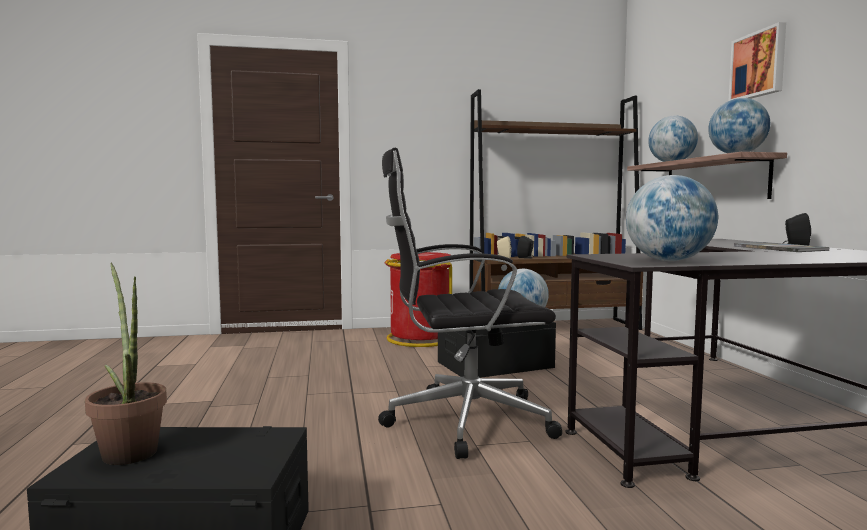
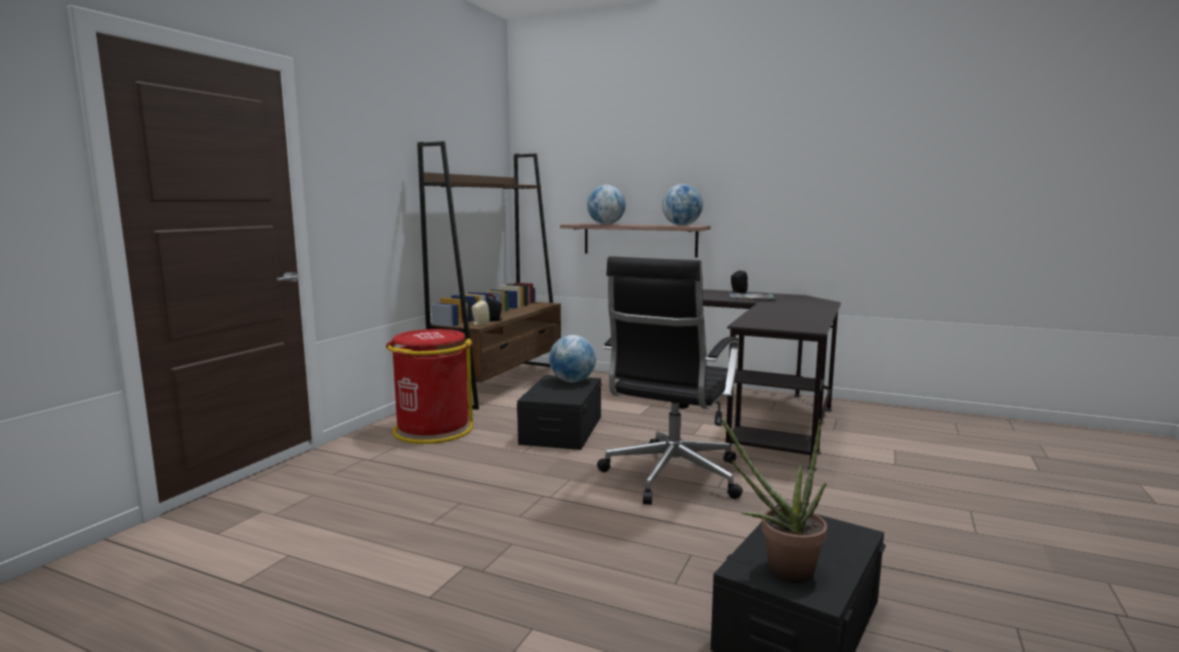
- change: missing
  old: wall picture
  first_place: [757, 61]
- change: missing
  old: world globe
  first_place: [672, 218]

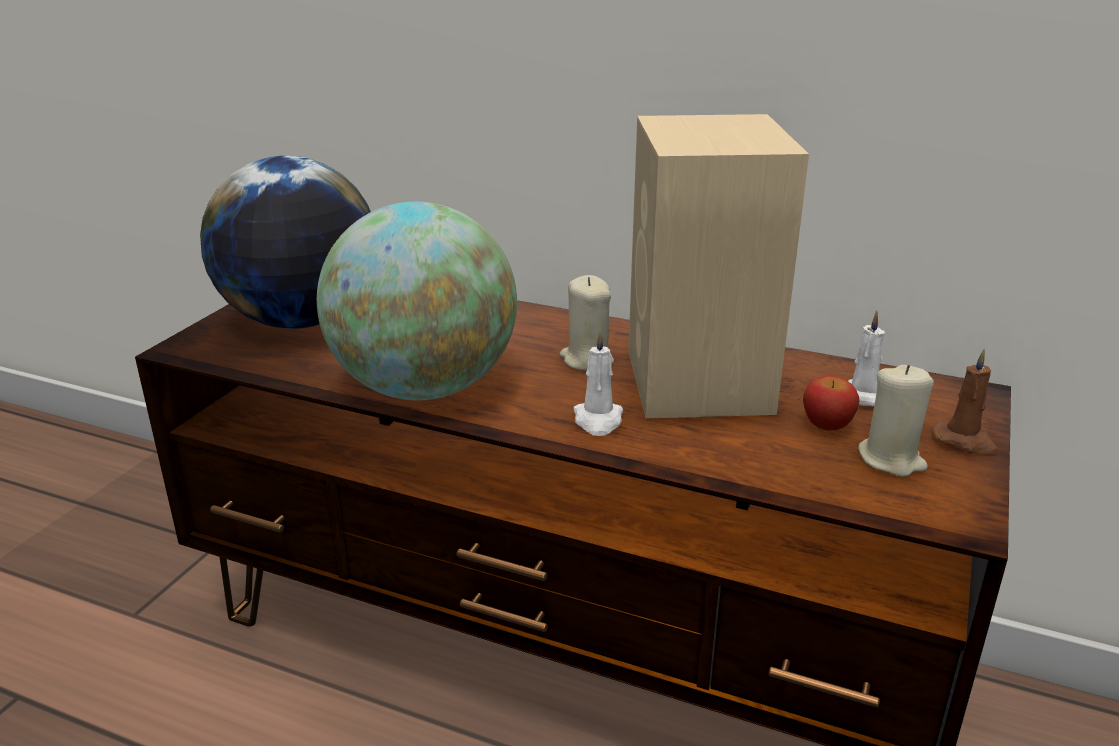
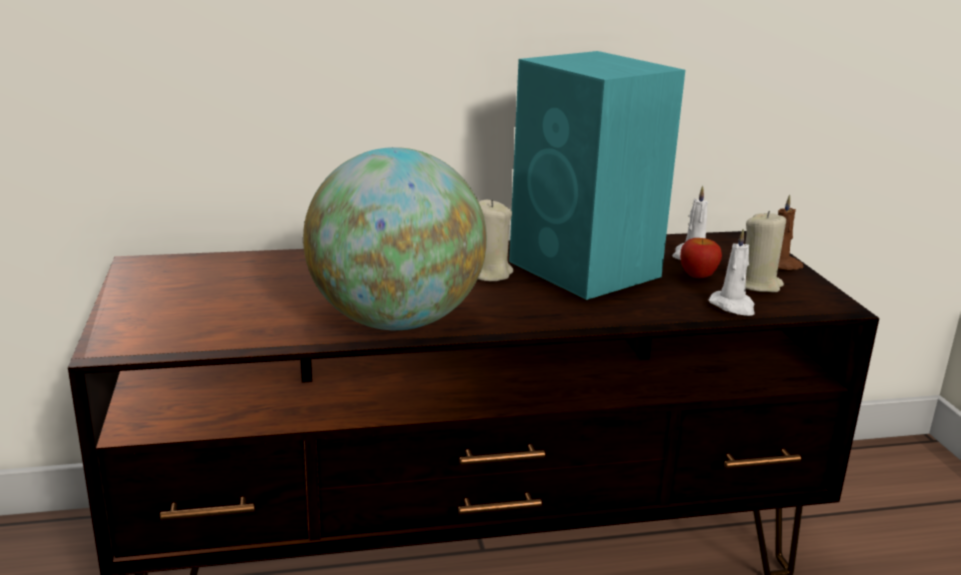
- change: colour
  old: speaker (beige-coloured)
  new: speaker (turquoise-coloured)
  first_place: [718, 266]
  second_place: [597, 175]
- change: missing
  old: world globe
  first_place: [285, 242]
- change: relocated
  old: wax light (white-coloured)
  first_place: [598, 383]
  second_place: [732, 272]

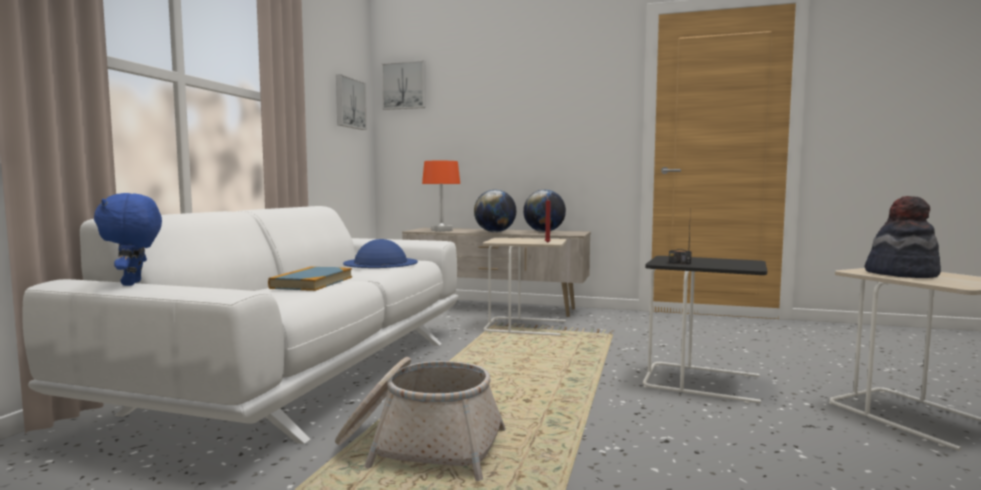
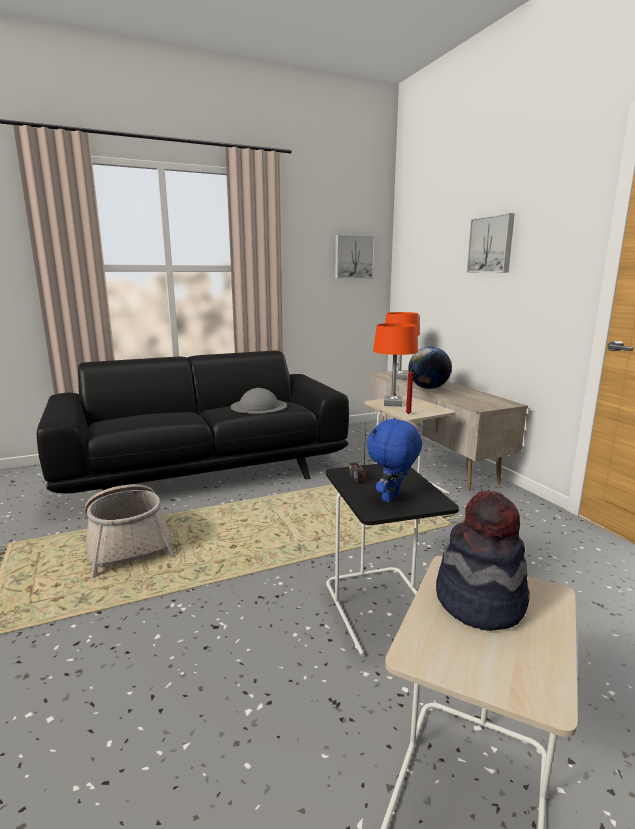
- change: relocated
  old: wall picture
  first_place: [404, 85]
  second_place: [490, 243]
- change: missing
  old: world globe
  first_place: [544, 211]
- change: relocated
  old: plush toy (blue-coloured)
  first_place: [128, 239]
  second_place: [394, 460]
- change: colour
  old: sofa (white-coloured)
  new: sofa (black)
  first_place: [240, 325]
  second_place: [193, 421]
- change: colour
  old: hat (blue-coloured)
  new: hat (gray)
  first_place: [380, 253]
  second_place: [259, 401]
- change: missing
  old: volume
  first_place: [310, 278]
- change: appeared
  new: lamp for a table (orange)
  second_place: [395, 365]

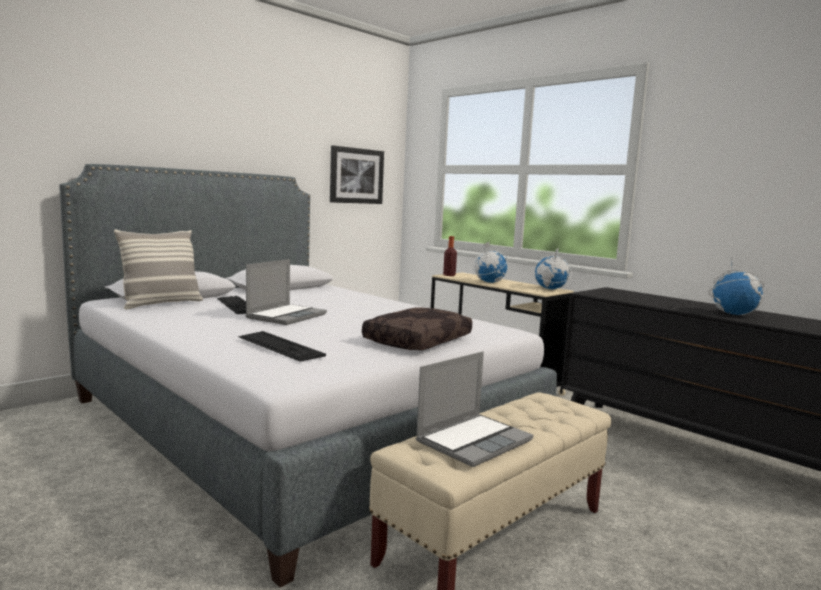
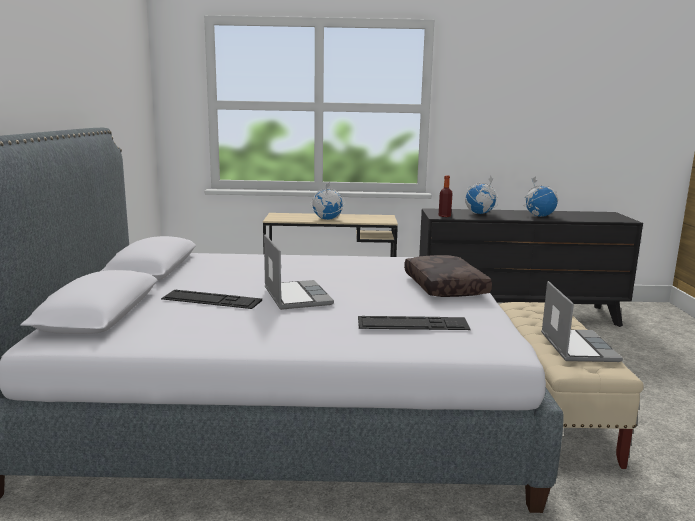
- change: missing
  old: wall picture
  first_place: [357, 174]
- change: missing
  old: throw pillow
  first_place: [158, 269]
- change: relocated
  old: beverage bottle
  first_place: [450, 256]
  second_place: [446, 196]
- change: relocated
  old: world globe
  first_place: [553, 268]
  second_place: [481, 194]

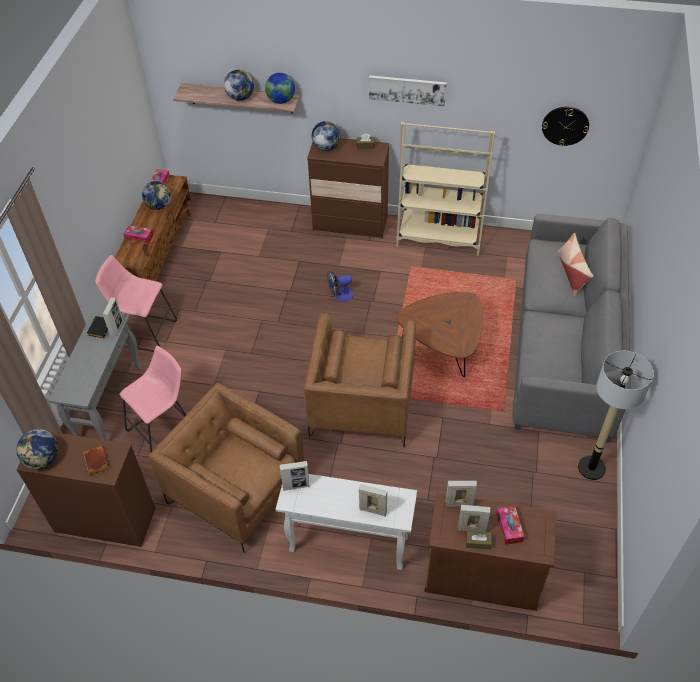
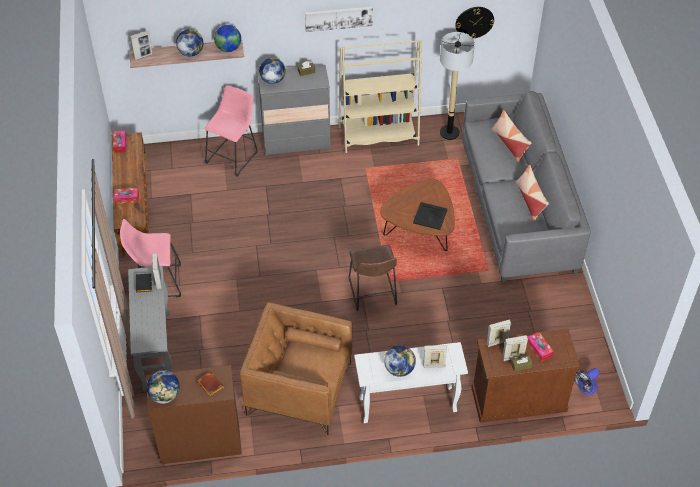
- change: colour
  old: dresser (brownish)
  new: dresser (gray)
  first_place: [348, 188]
  second_place: [294, 110]
- change: relocated
  old: world globe
  first_place: [156, 195]
  second_place: [400, 361]
- change: relocated
  old: fan
  first_place: [340, 286]
  second_place: [586, 381]
- change: exchanged
  old: armchair (brownish)
  new: sitting stool (brownish)
  first_place: [360, 380]
  second_place: [373, 278]
- change: relocated
  old: sitting stool (pinkish)
  first_place: [153, 399]
  second_place: [231, 131]
- change: relocated
  old: standard lamp
  first_place: [616, 415]
  second_place: [457, 86]
- change: relocated
  old: standing frame
  first_place: [294, 475]
  second_place: [141, 45]
- change: appeared
  new: throw pillow
  second_place: [532, 193]
- change: appeared
  new: serving tray (black)
  second_place: [430, 216]

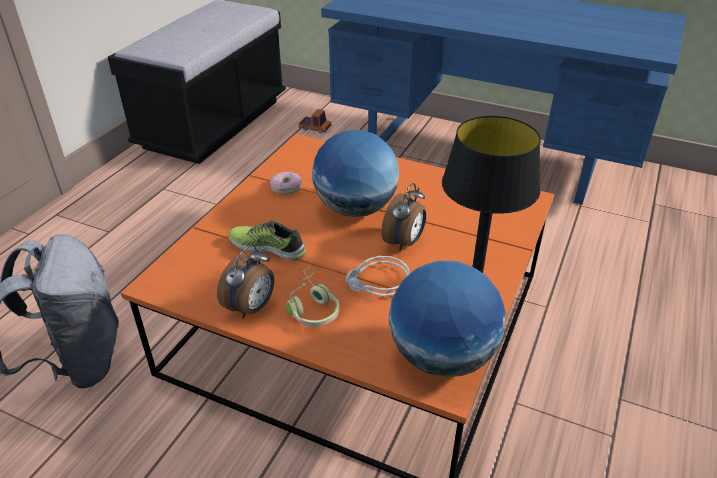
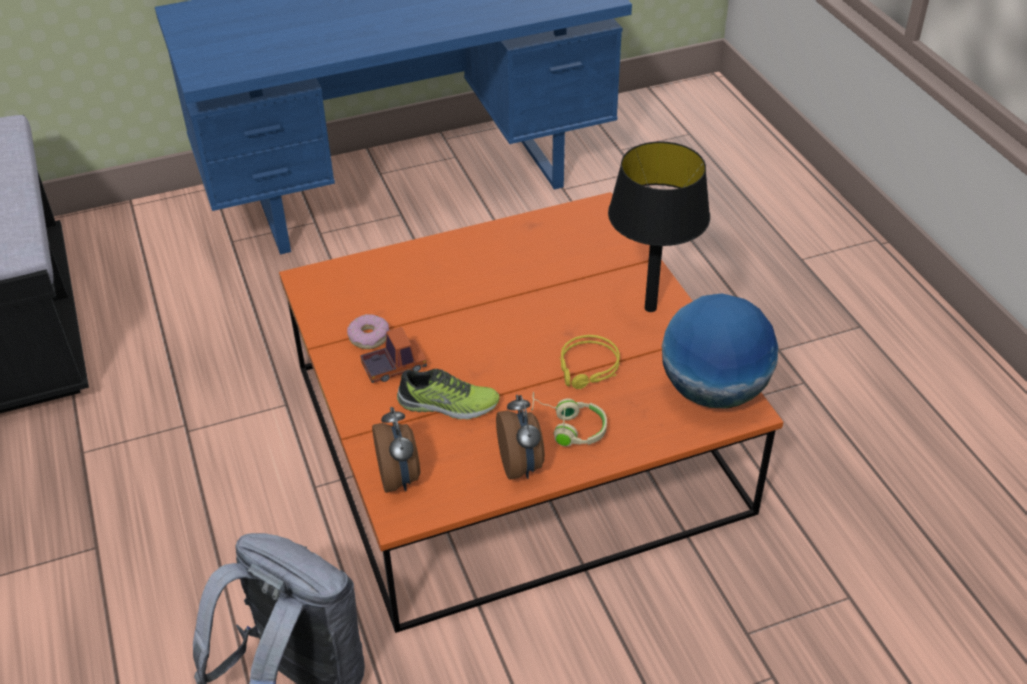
- change: relocated
  old: model truck
  first_place: [315, 121]
  second_place: [393, 355]
- change: missing
  old: world globe
  first_place: [355, 173]
- change: relocated
  old: bedside clock
  first_place: [403, 217]
  second_place: [396, 450]
- change: spun
  old: shoe
  first_place: [267, 240]
  second_place: [448, 394]
  degrees: -150
- change: colour
  old: headphones (gray)
  new: headphones (yellow-coloured)
  first_place: [378, 276]
  second_place: [589, 362]

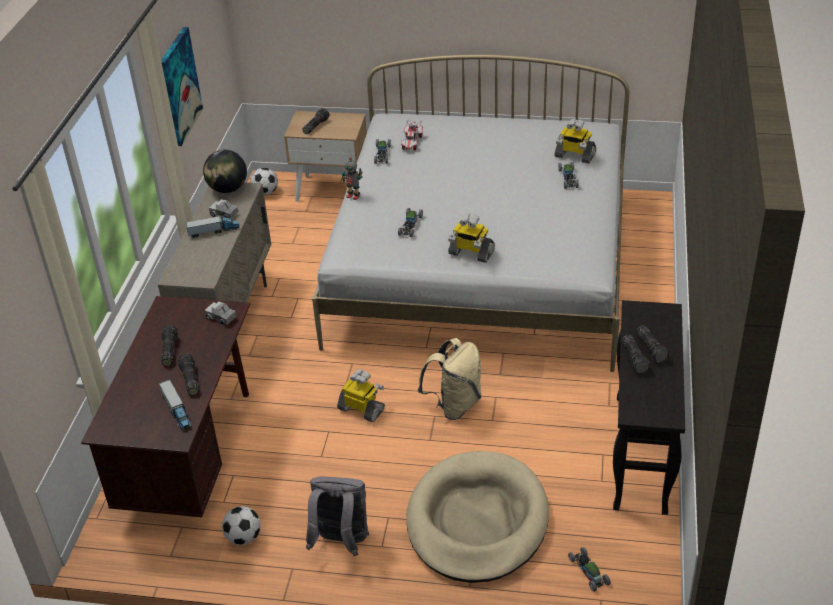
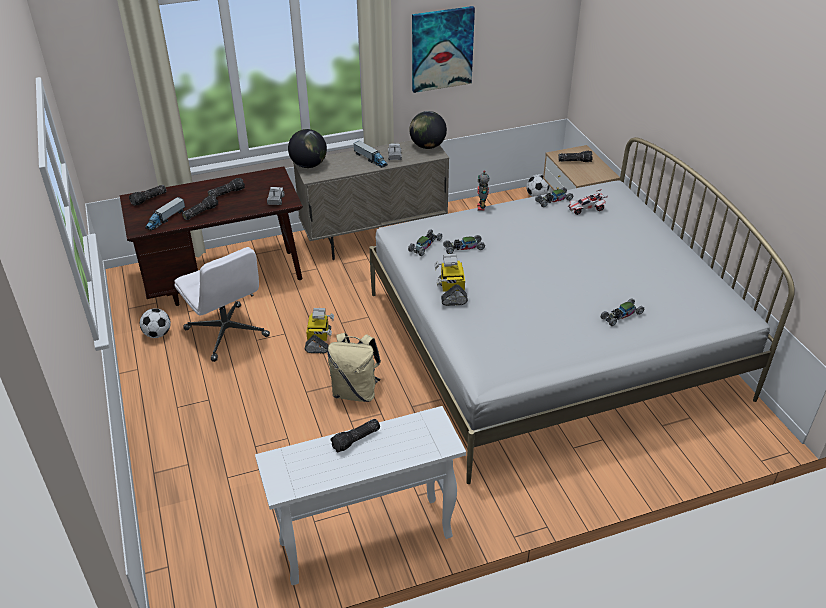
- change: missing
  old: toy robot
  first_place: [575, 141]
- change: colour
  old: hall table (black)
  new: hall table (white-coloured)
  first_place: [649, 407]
  second_place: [360, 495]
- change: relocated
  old: hand torch
  first_place: [653, 344]
  second_place: [147, 195]
- change: missing
  old: pet bed (beige-coloured)
  first_place: [477, 517]
- change: missing
  old: backpack (gray)
  first_place: [337, 516]
- change: relocated
  old: model car
  first_place: [589, 569]
  second_place: [425, 242]
- change: appeared
  new: world globe
  second_place: [307, 148]
- change: appeared
  new: desk chair (white-coloured)
  second_place: [222, 304]

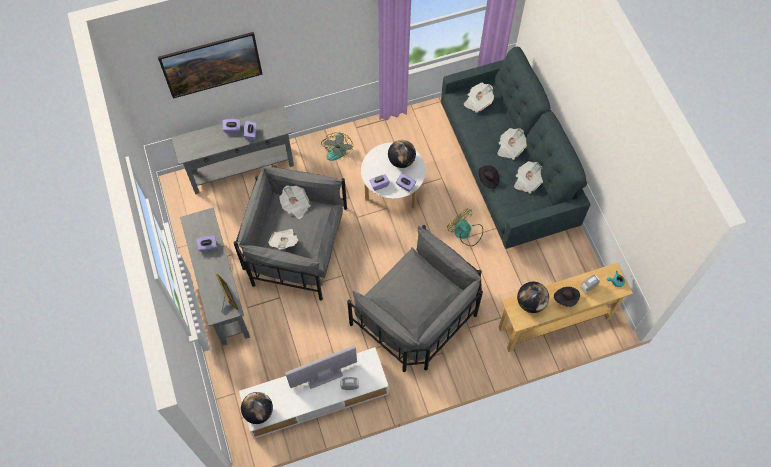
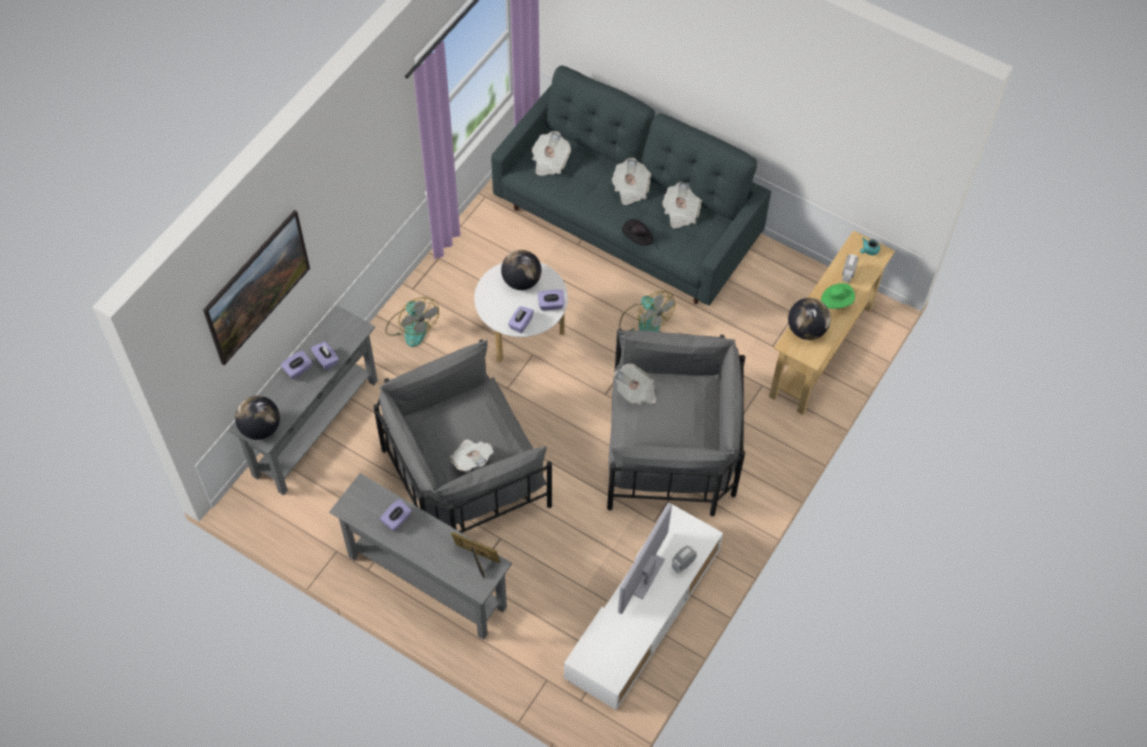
- change: relocated
  old: newspaper
  first_place: [295, 202]
  second_place: [635, 384]
- change: spun
  old: fan
  first_place: [465, 227]
  second_place: [647, 311]
  degrees: -135
- change: colour
  old: hat (black)
  new: hat (greenish)
  first_place: [567, 297]
  second_place: [838, 296]
- change: relocated
  old: world globe
  first_place: [257, 408]
  second_place: [257, 418]

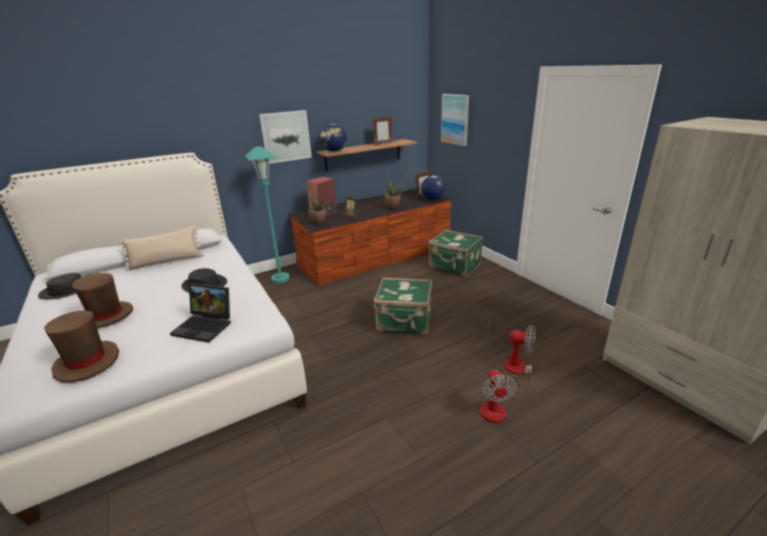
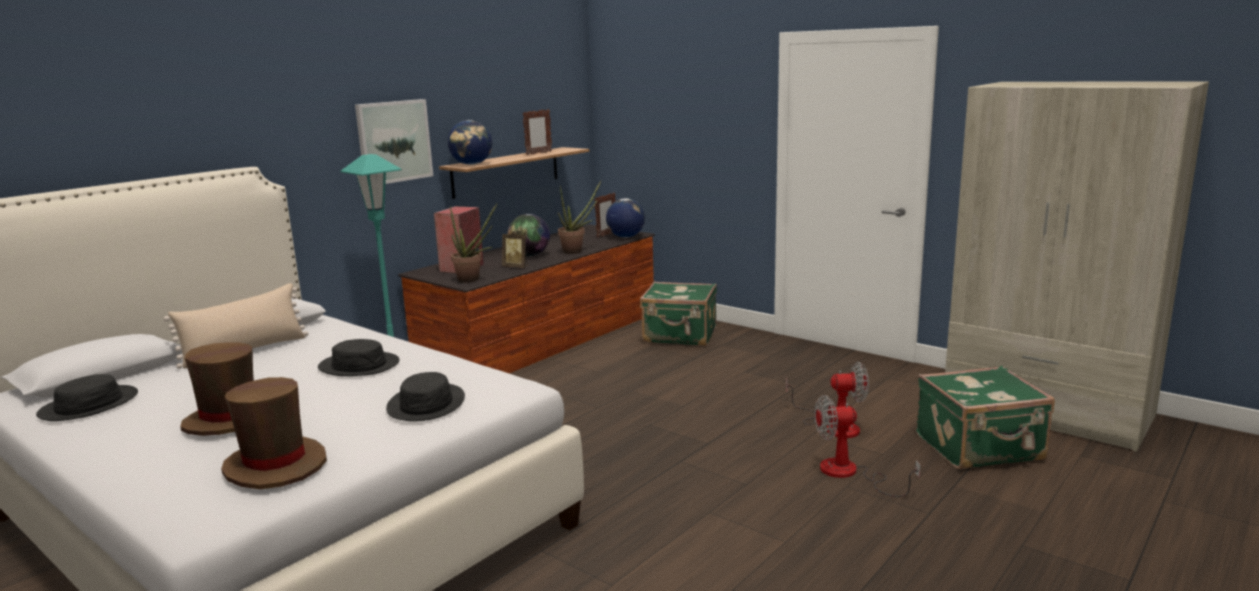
- change: missing
  old: wall picture
  first_place: [455, 120]
- change: relocated
  old: suitcase (greenish)
  first_place: [403, 306]
  second_place: [985, 417]
- change: exchanged
  old: laptop
  new: hat (black)
  first_place: [200, 313]
  second_place: [425, 396]
- change: spun
  old: fan
  first_place: [506, 394]
  second_place: [867, 446]
  degrees: 105
- change: appeared
  new: world globe
  second_place: [528, 235]

